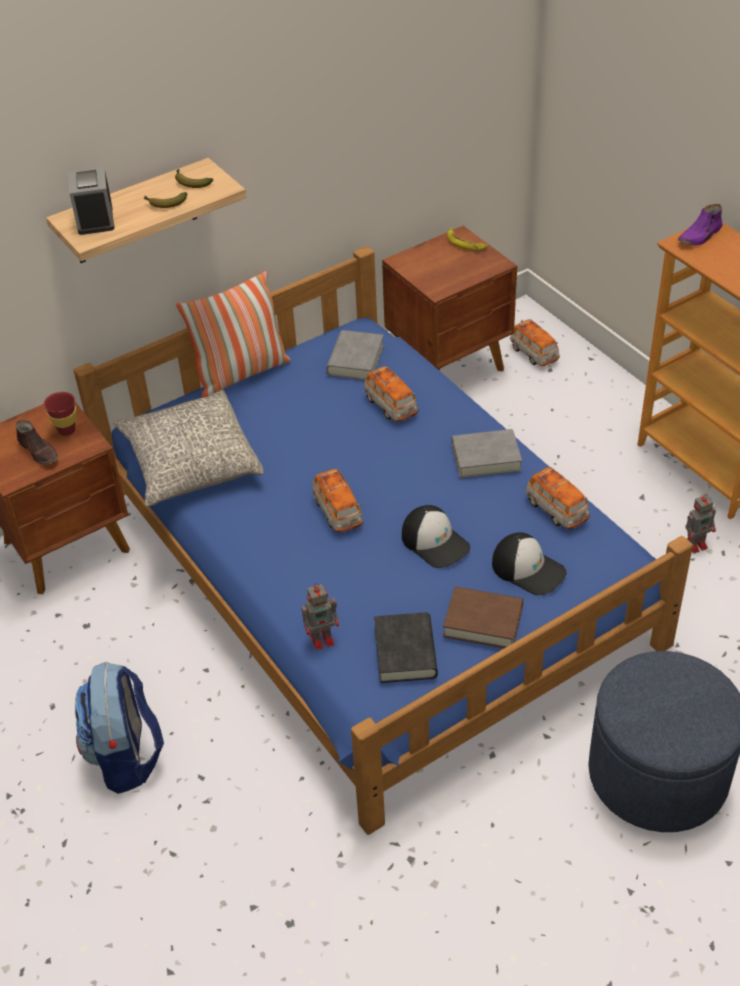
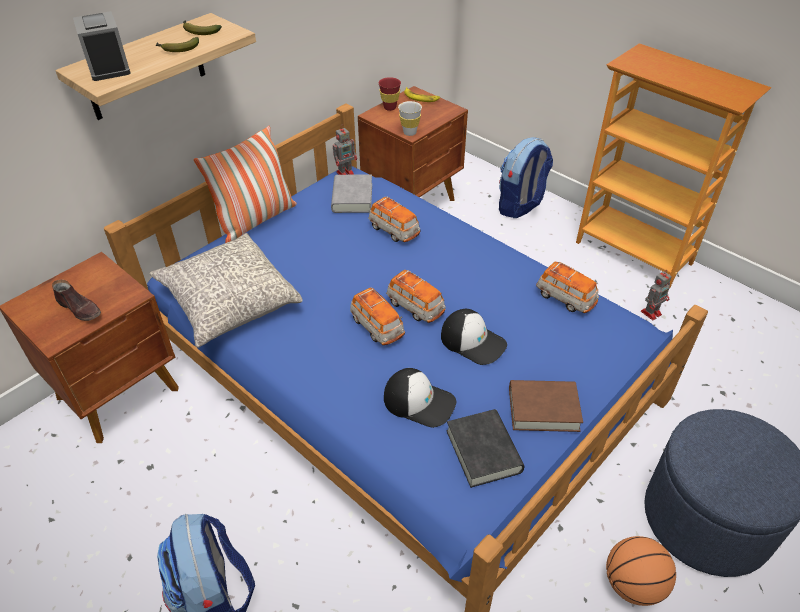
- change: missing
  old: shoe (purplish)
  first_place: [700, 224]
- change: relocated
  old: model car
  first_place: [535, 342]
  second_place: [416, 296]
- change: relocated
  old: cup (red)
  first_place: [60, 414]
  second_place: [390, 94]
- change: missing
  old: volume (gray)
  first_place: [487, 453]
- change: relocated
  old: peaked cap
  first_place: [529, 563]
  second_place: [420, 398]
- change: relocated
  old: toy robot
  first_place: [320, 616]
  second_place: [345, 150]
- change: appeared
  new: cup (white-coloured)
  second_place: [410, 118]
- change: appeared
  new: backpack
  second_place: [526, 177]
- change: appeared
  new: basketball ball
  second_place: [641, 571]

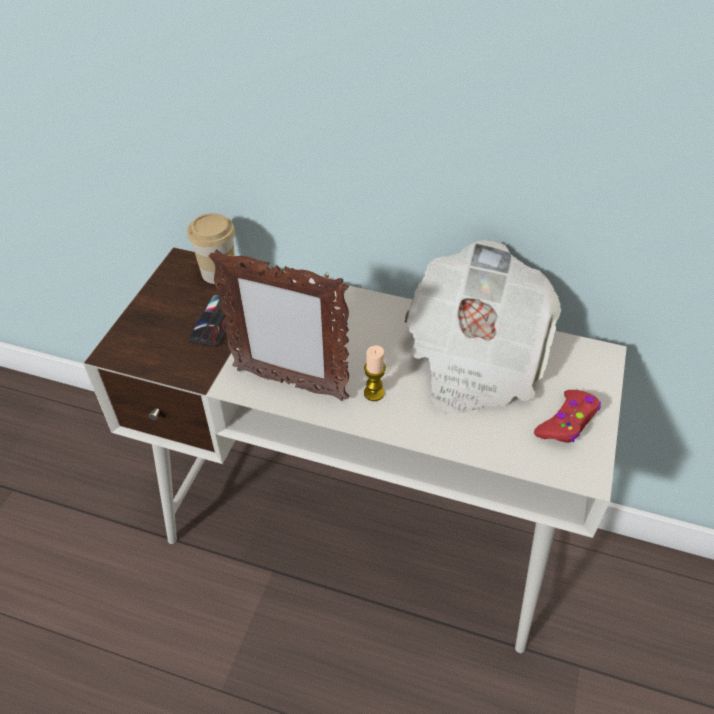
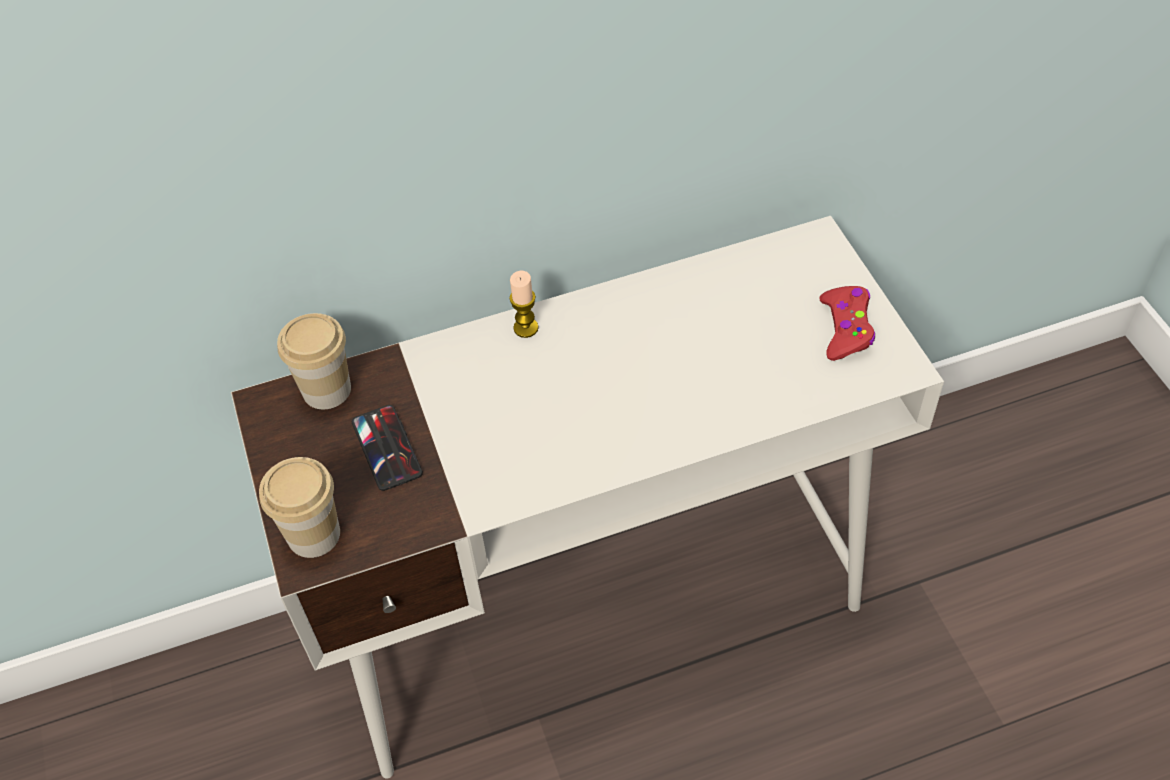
- change: missing
  old: newspaper
  first_place: [483, 327]
- change: missing
  old: standing frame
  first_place: [279, 325]
- change: relocated
  old: wax light
  first_place: [375, 373]
  second_place: [524, 304]
- change: appeared
  new: cup
  second_place: [299, 507]

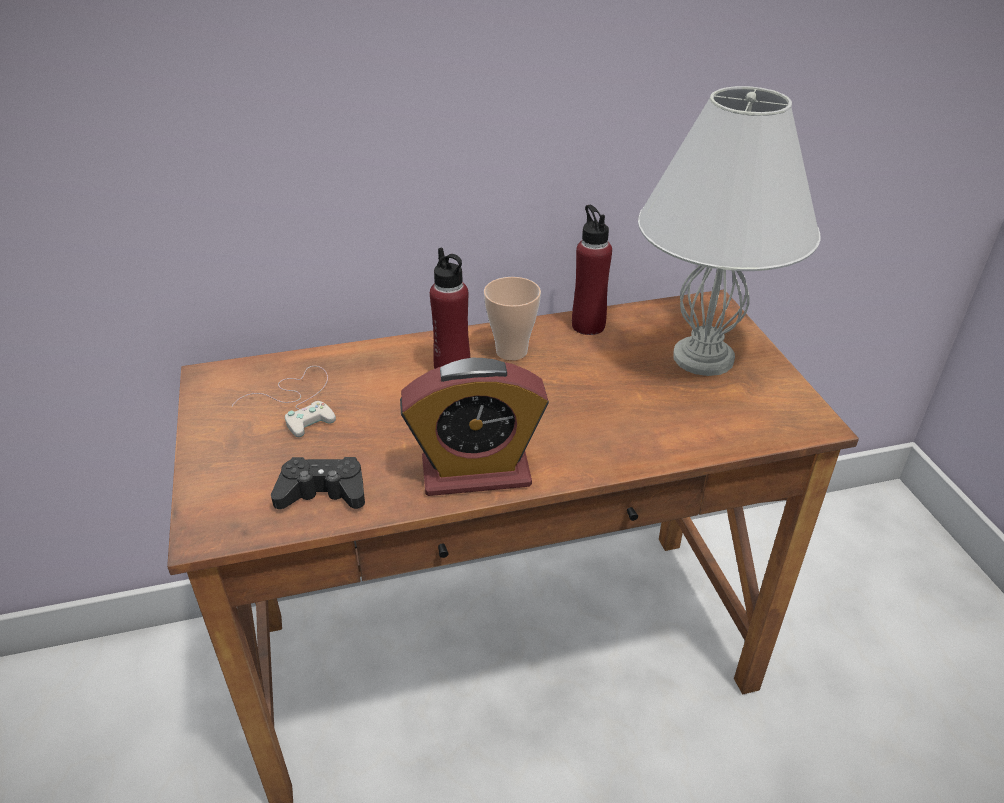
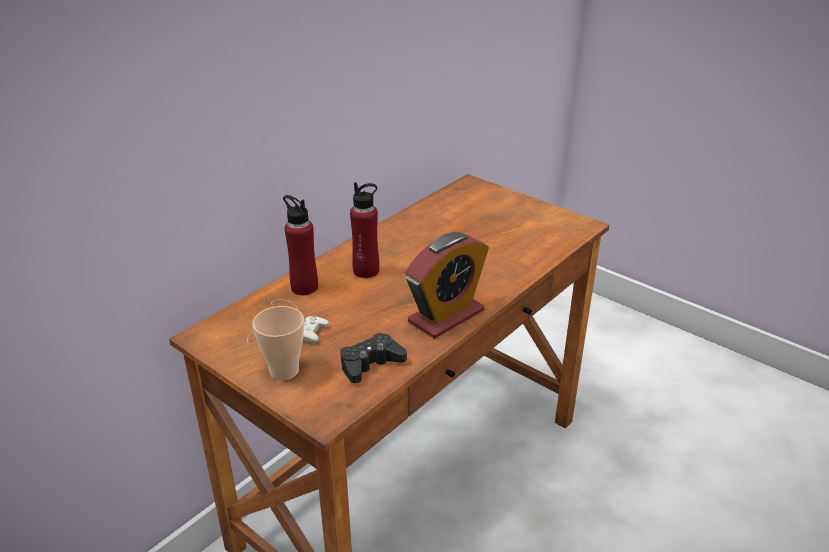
- change: missing
  old: lamp for a table (white-coloured)
  first_place: [729, 231]
- change: relocated
  old: beverage bottle (red)
  first_place: [592, 270]
  second_place: [300, 245]
- change: relocated
  old: cup
  first_place: [512, 318]
  second_place: [278, 343]

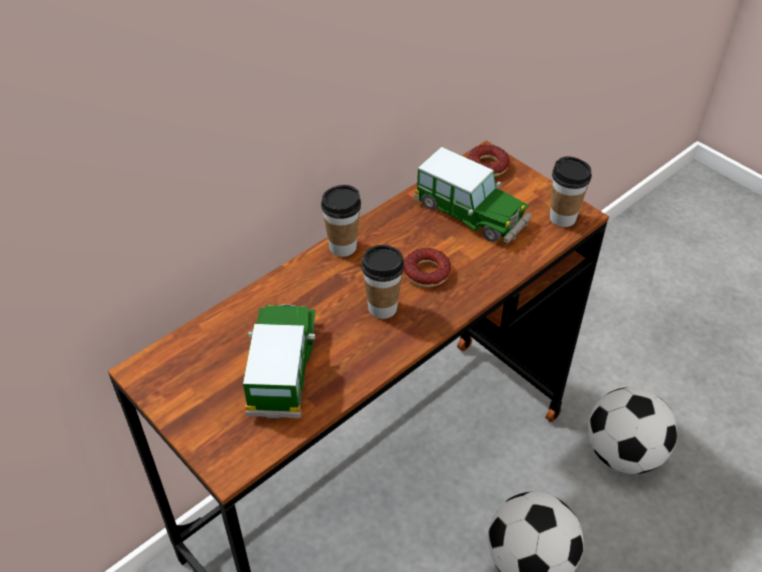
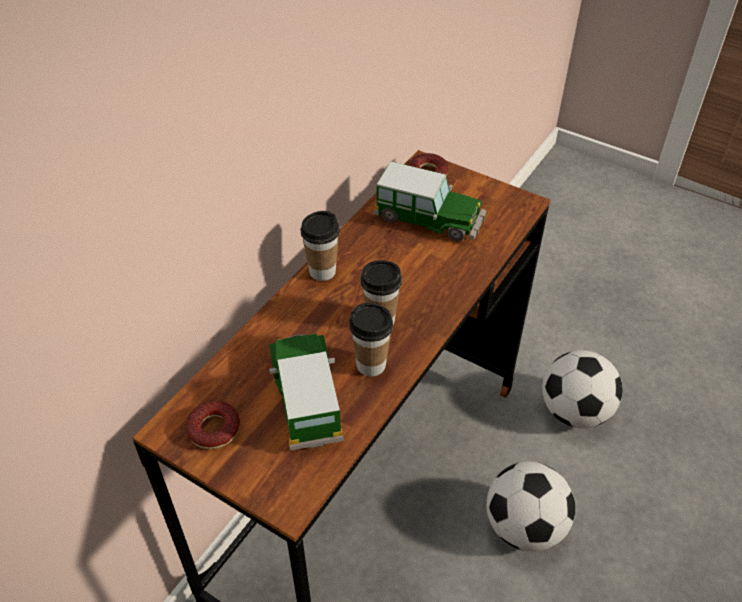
- change: relocated
  old: cup
  first_place: [571, 191]
  second_place: [371, 340]
- change: relocated
  old: doughnut
  first_place: [427, 267]
  second_place: [213, 425]

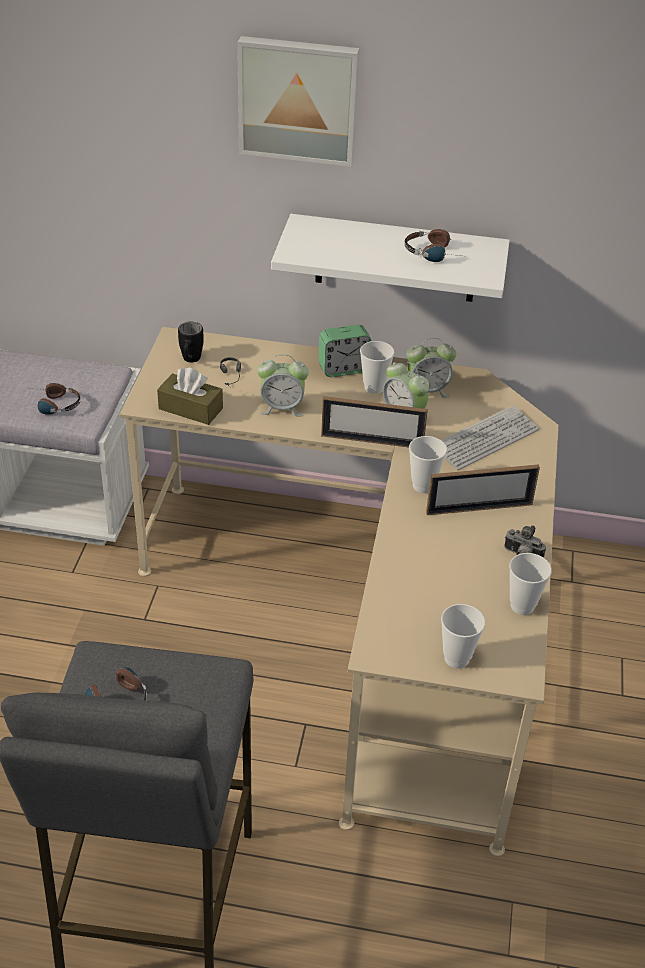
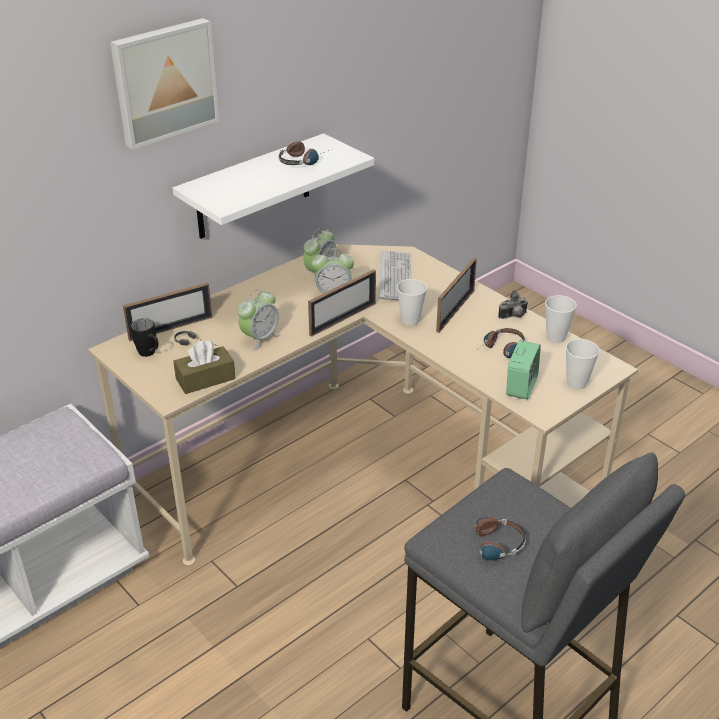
- change: relocated
  old: bedside clock
  first_place: [345, 351]
  second_place: [523, 370]
- change: missing
  old: cup
  first_place: [377, 367]
- change: relocated
  old: headphones
  first_place: [53, 399]
  second_place: [500, 343]
- change: appeared
  new: standing frame
  second_place: [167, 311]

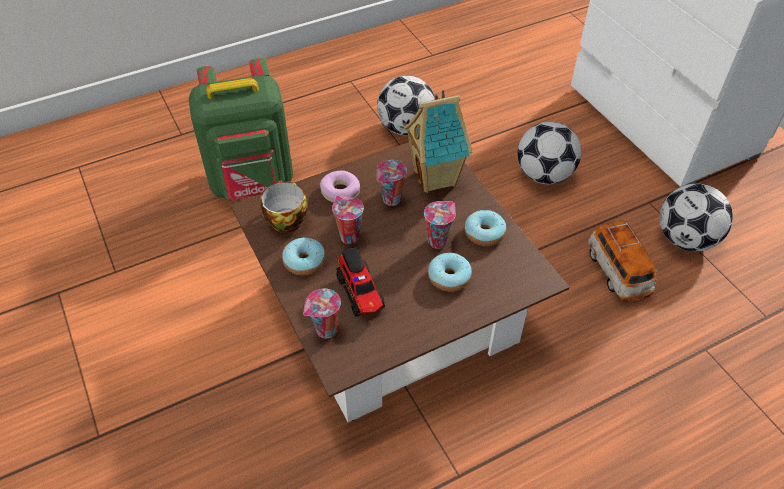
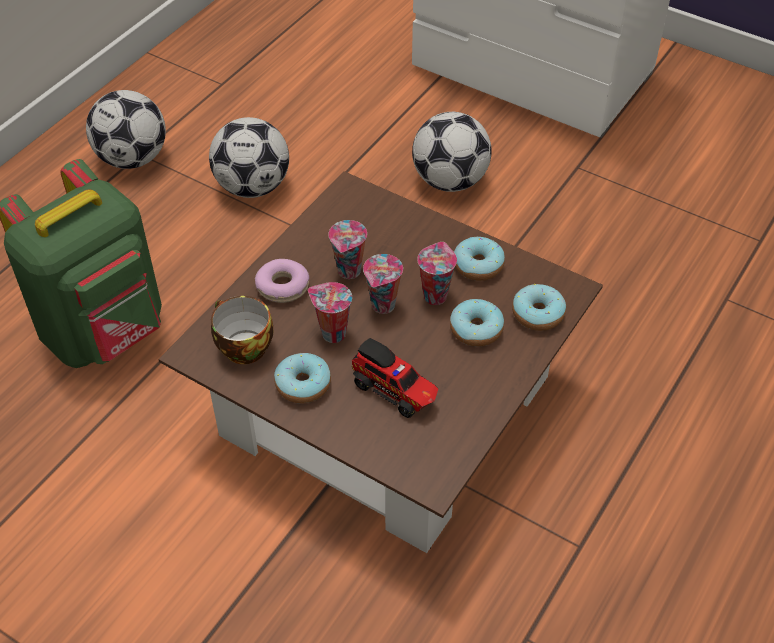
- change: missing
  old: miniature house
  first_place: [438, 141]
- change: relocated
  old: ball for football
  first_place: [696, 217]
  second_place: [126, 129]
- change: missing
  old: model car
  first_place: [623, 260]
- change: relocated
  old: cup
  first_place: [322, 314]
  second_place: [383, 284]
- change: appeared
  new: doughnut
  second_place: [539, 307]

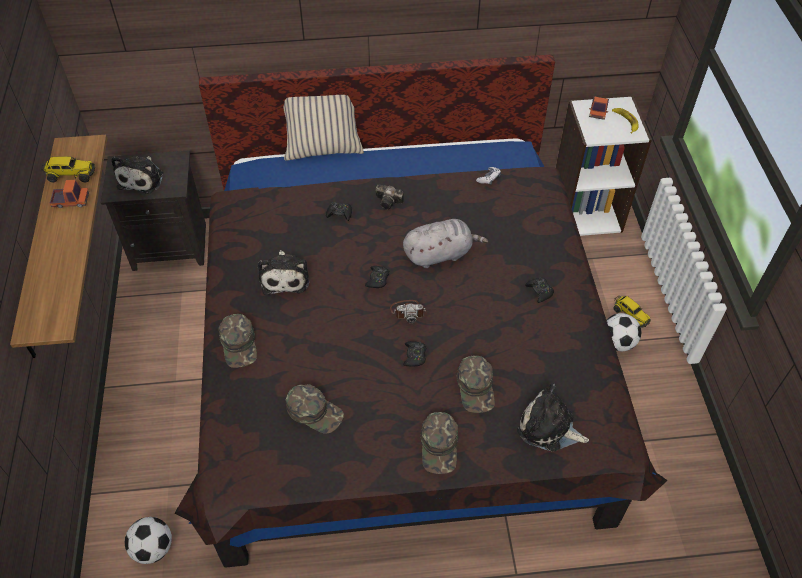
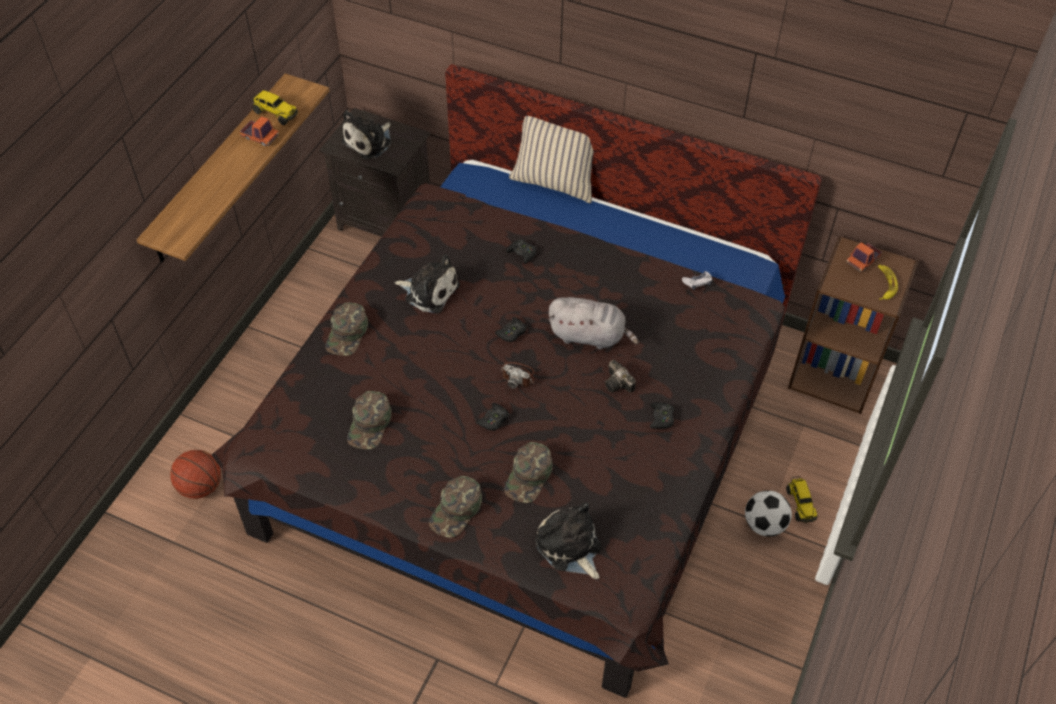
- change: colour
  old: shelving unit (white-coloured)
  new: shelving unit (brownish)
  first_place: [604, 166]
  second_place: [853, 325]
- change: relocated
  old: still camera
  first_place: [389, 197]
  second_place: [620, 376]
- change: spun
  old: plush toy
  first_place: [283, 272]
  second_place: [427, 284]
  degrees: -90
- change: spun
  old: peaked cap (greenish)
  first_place: [315, 409]
  second_place: [369, 420]
  degrees: 45
- change: exchanged
  old: ball for football
  new: basketball ball
  first_place: [148, 540]
  second_place: [195, 474]

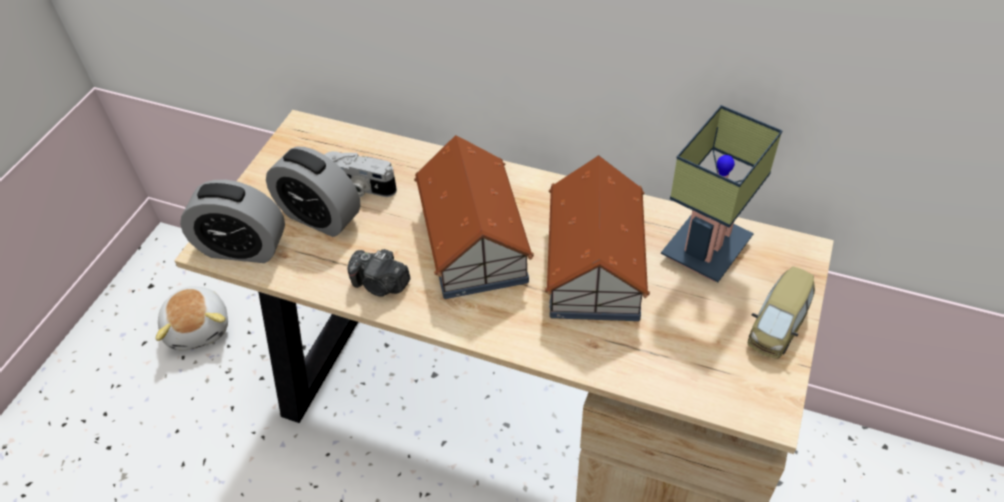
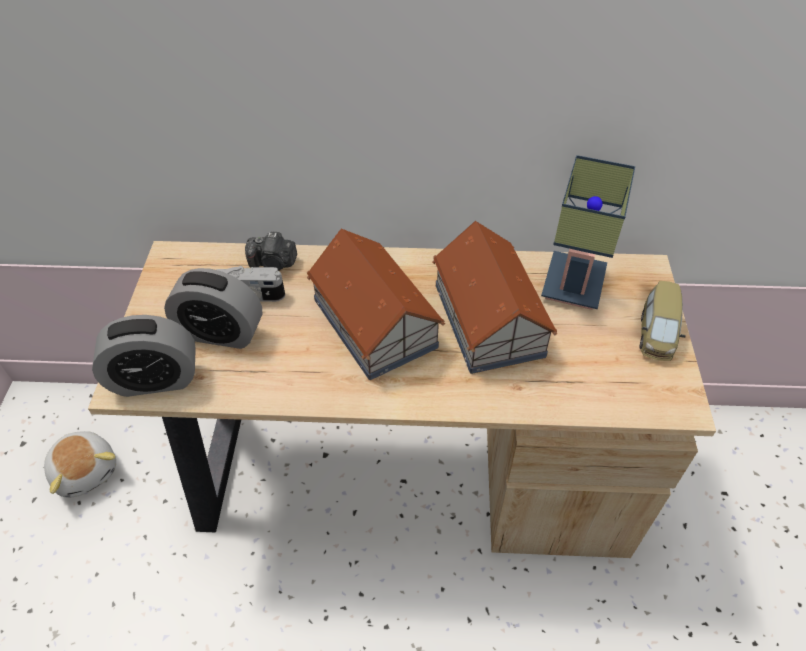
- change: relocated
  old: still camera
  first_place: [379, 273]
  second_place: [271, 251]

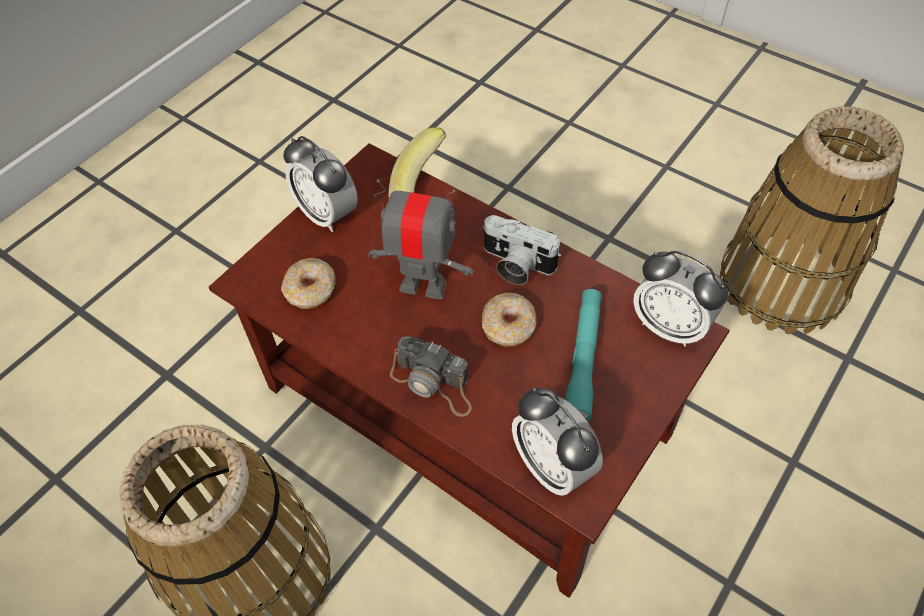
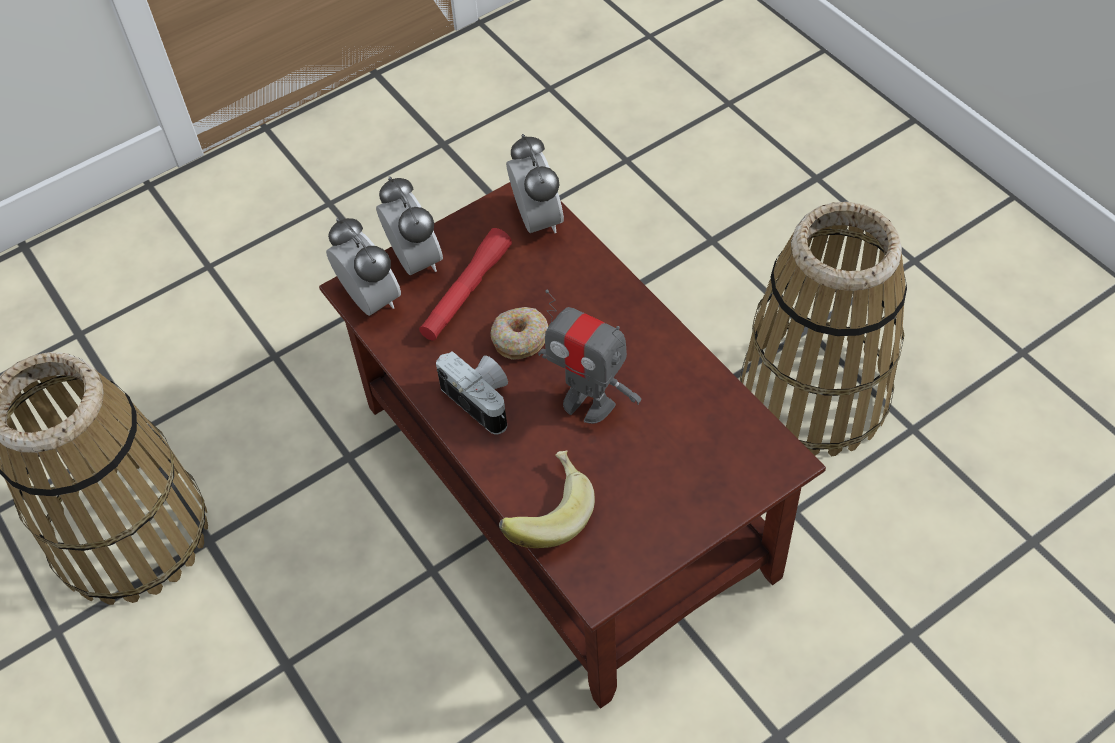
- change: relocated
  old: bedside clock
  first_place: [320, 184]
  second_place: [409, 225]
- change: missing
  old: doughnut
  first_place: [308, 283]
- change: colour
  old: hand torch (turquoise-coloured)
  new: hand torch (red)
  first_place: [583, 355]
  second_place: [465, 284]
- change: missing
  old: still camera
  first_place: [431, 376]

